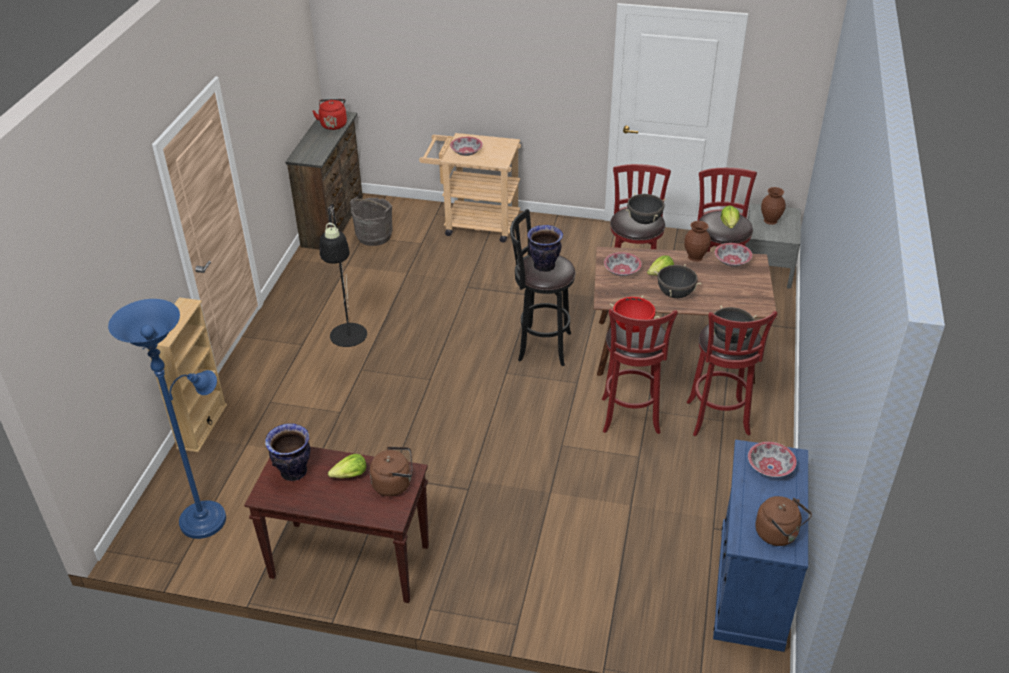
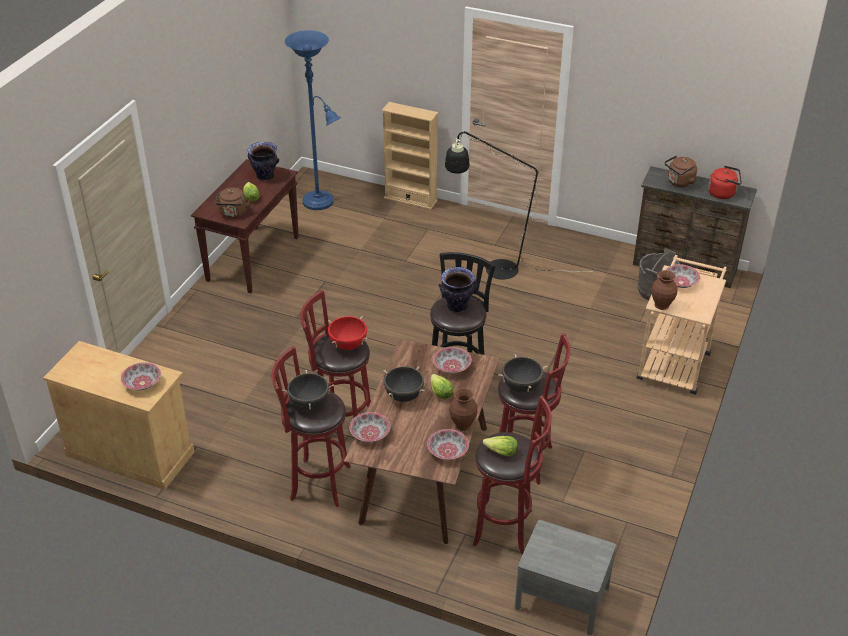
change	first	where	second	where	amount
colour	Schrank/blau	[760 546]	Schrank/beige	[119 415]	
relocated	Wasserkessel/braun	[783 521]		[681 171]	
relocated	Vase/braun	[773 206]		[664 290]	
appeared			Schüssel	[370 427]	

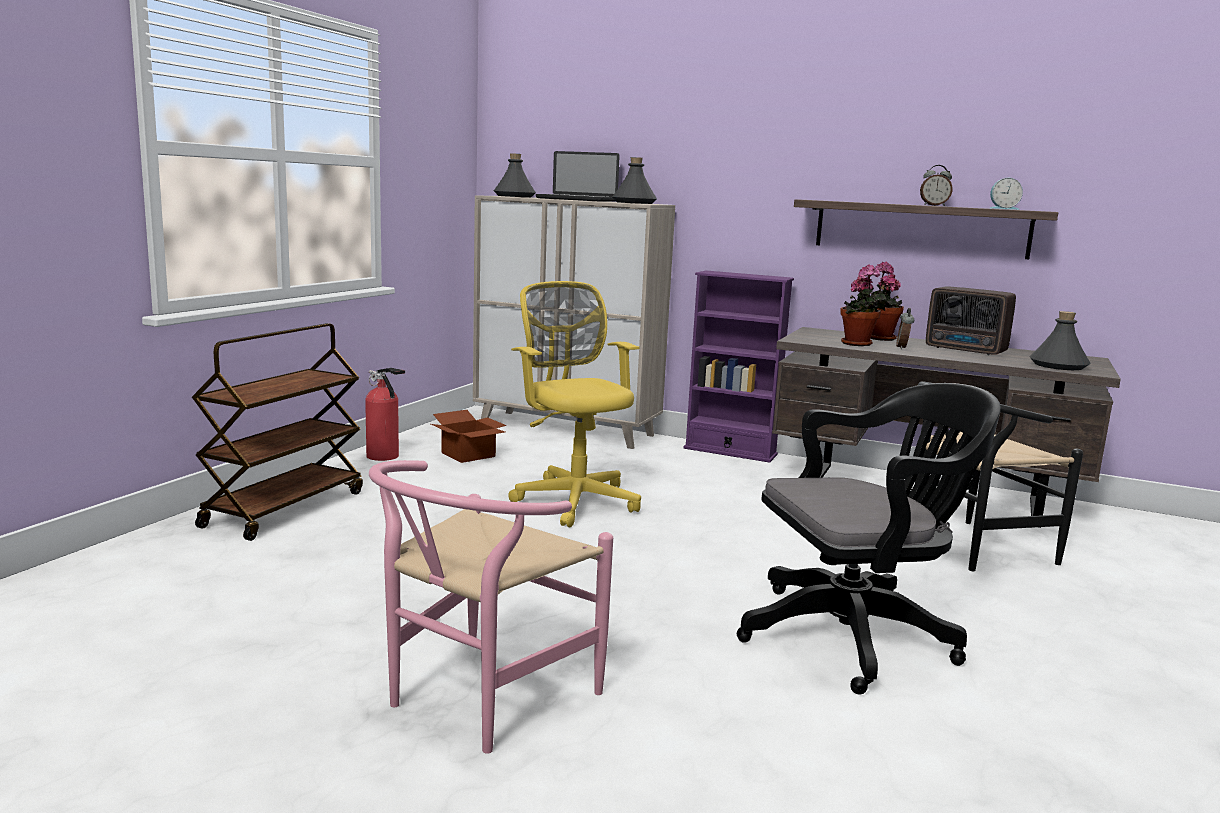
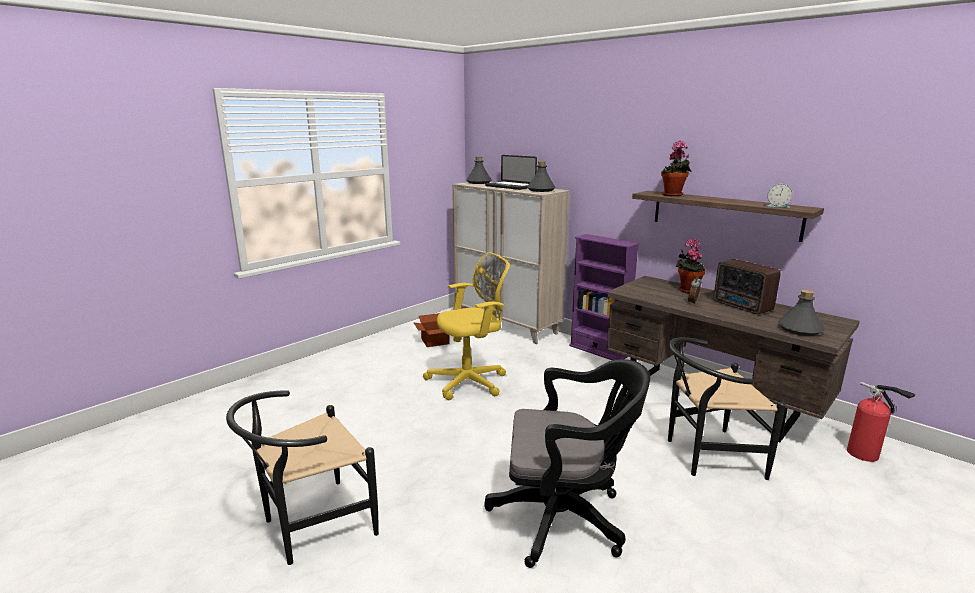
change	first	where	second	where	amount
missing	Rollwagen/braun	[277 432]			
relocated	Feuerlöscher	[385 414]		[881 422]	
colour	Stuhl/rosa	[491 607]	Stuhl/schwarz	[302 477]	
spun	Bürostuhl/gelb	[574 404]		[466 326]	75 degrees clockwise
relocated	Topfpflanze	[863 305]		[676 168]	
missing	Wecker	[936 185]			

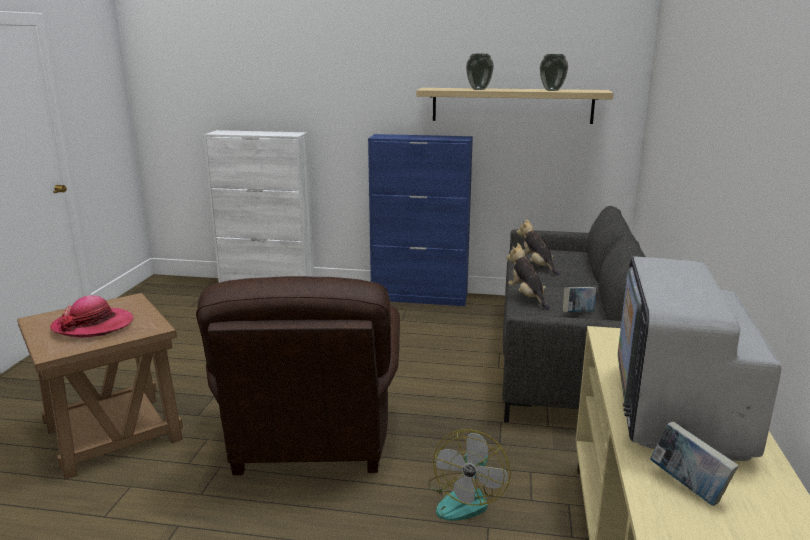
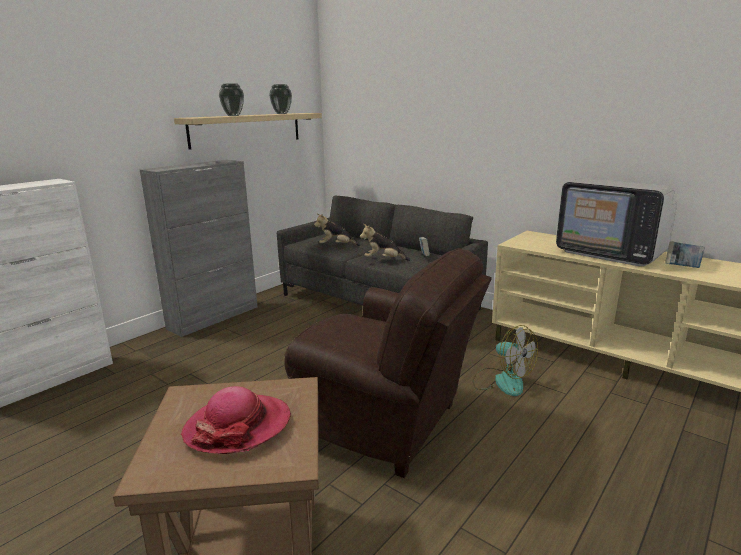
change	first	where	second	where	amount
colour	Schrank/blau	[420 220]	Schrank/grau	[198 248]	

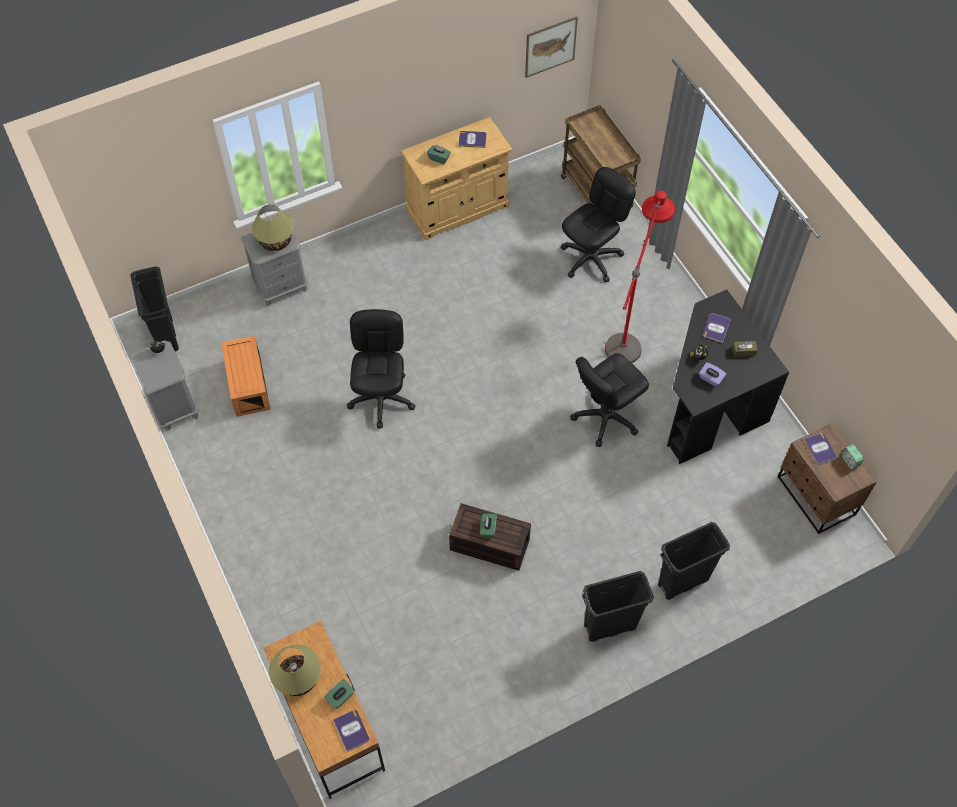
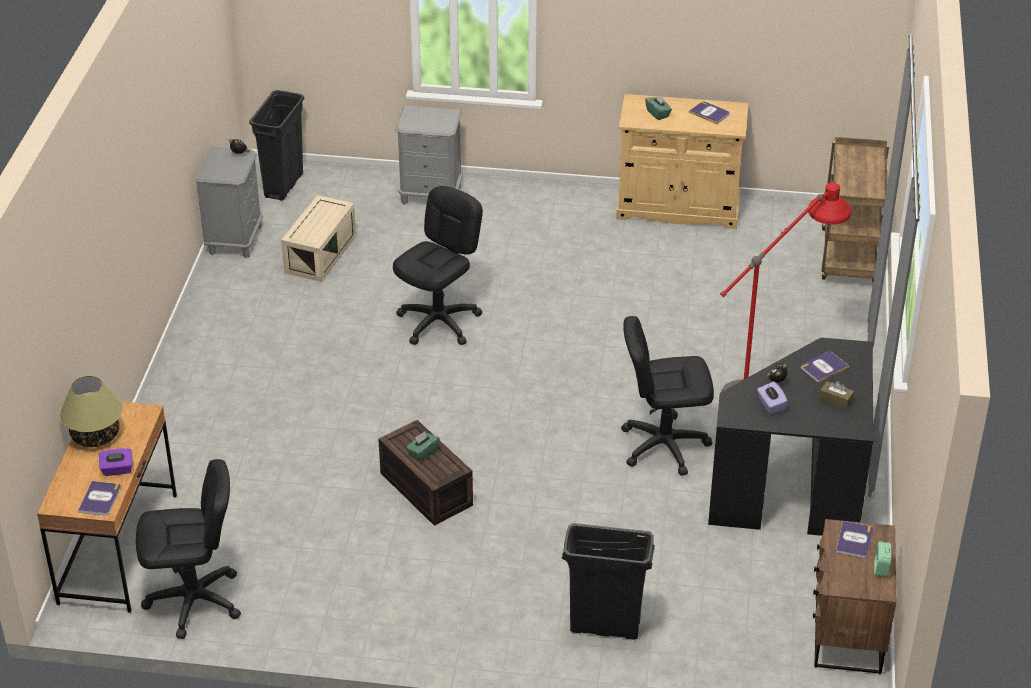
change	first	where	second	where	amount
colour	Aufbewahrungsbox/orange	[246 376]	Aufbewahrungsbox/beige	[318 238]	
missing	Tischlampe	[273 227]			
colour	Taschentuchbox/grün	[339 694]	Taschentuchbox/lila	[115 462]	
missing	Bild	[551 47]			
relocated	Bürostuhl/schwarz	[598 224]		[188 549]	
missing	Mülleimer/schwarz	[618 606]			

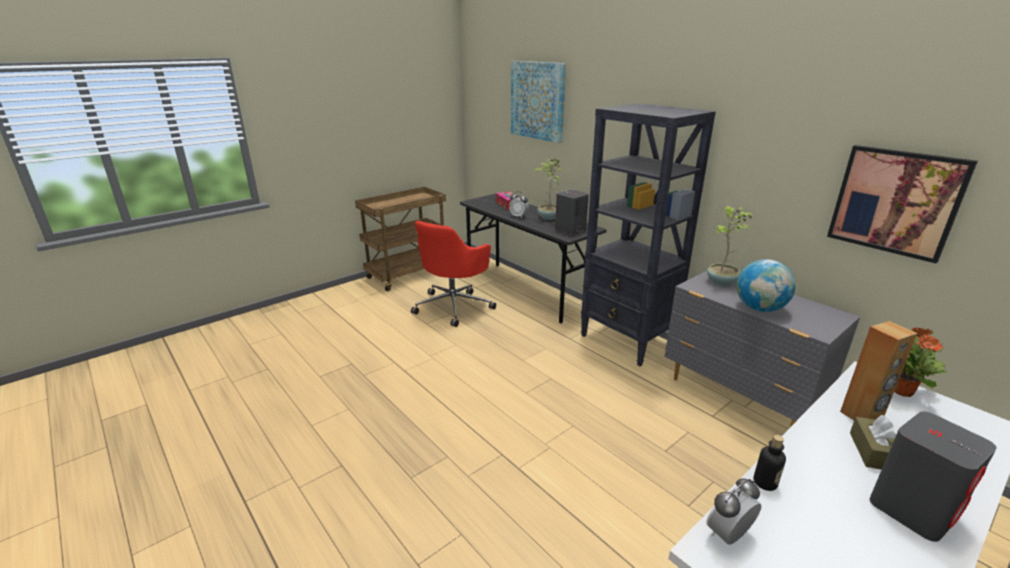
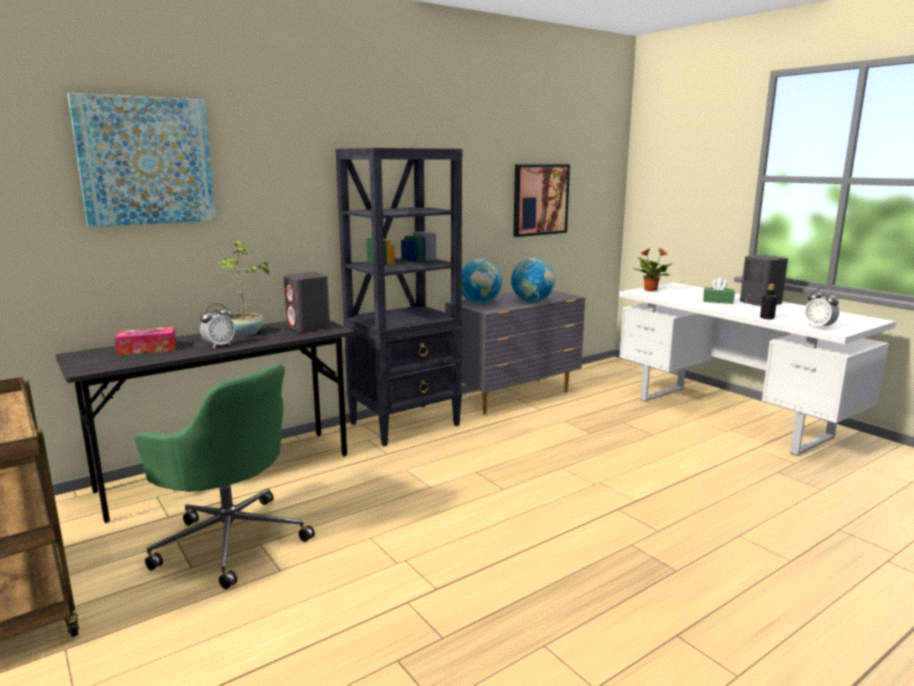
change	first	where	second	where	amount
colour	Bürostuhl/rot	[453 274]	Bürostuhl/grün	[225 476]	
exchanged	Topfpflanze	[730 246]	Globus	[482 281]	
missing	Lautsprecher/braun	[879 370]			
colour	Taschentuchbox/braun	[873 442]	Taschentuchbox/grün	[719 290]	

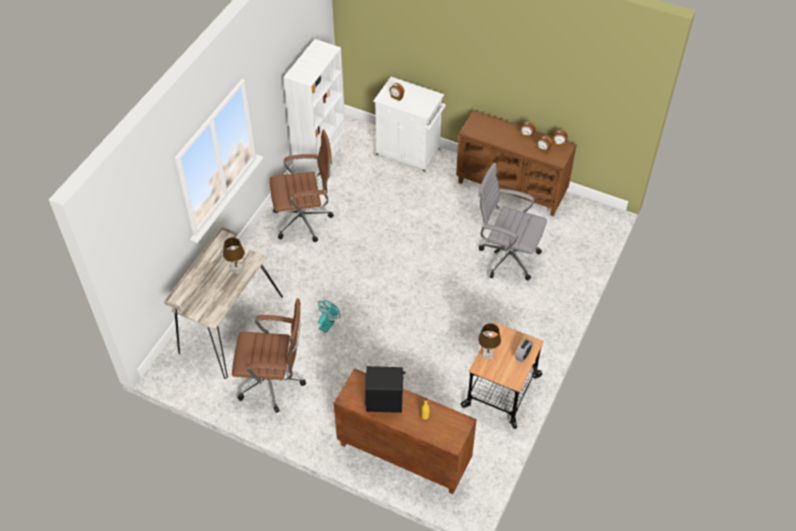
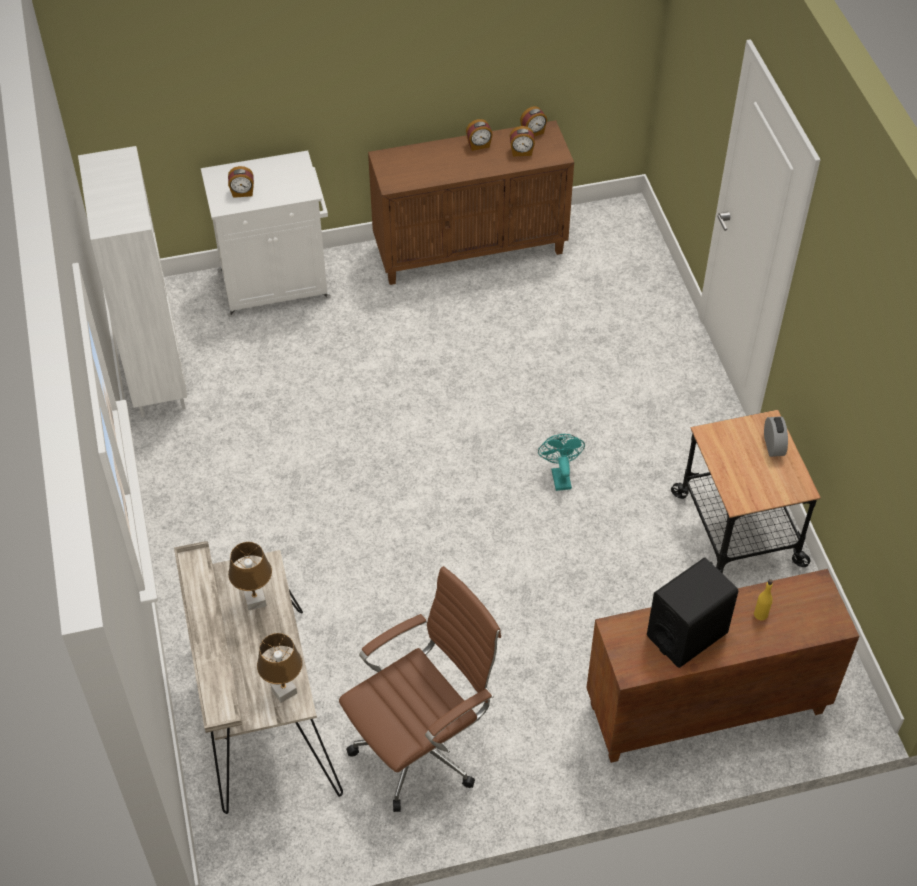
change	first	where	second	where	amount
missing	Bürostuhl/braun	[302 185]			
relocated	Ventilator/türkis	[329 316]		[561 462]	
missing	Bürostuhl/grau	[512 221]			
relocated	Tischlampe/braun	[489 341]		[279 668]	

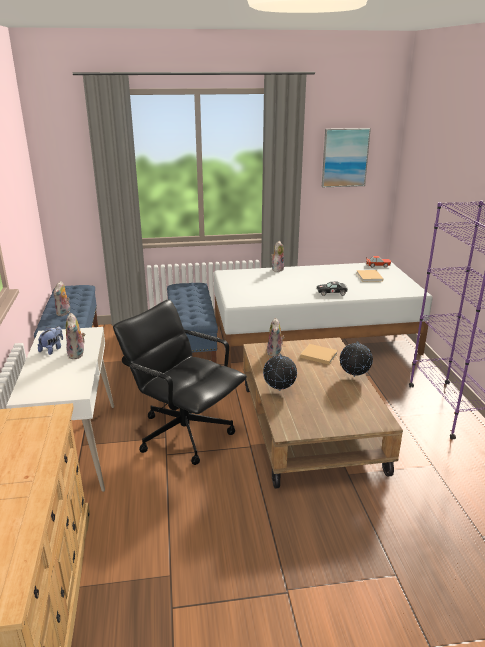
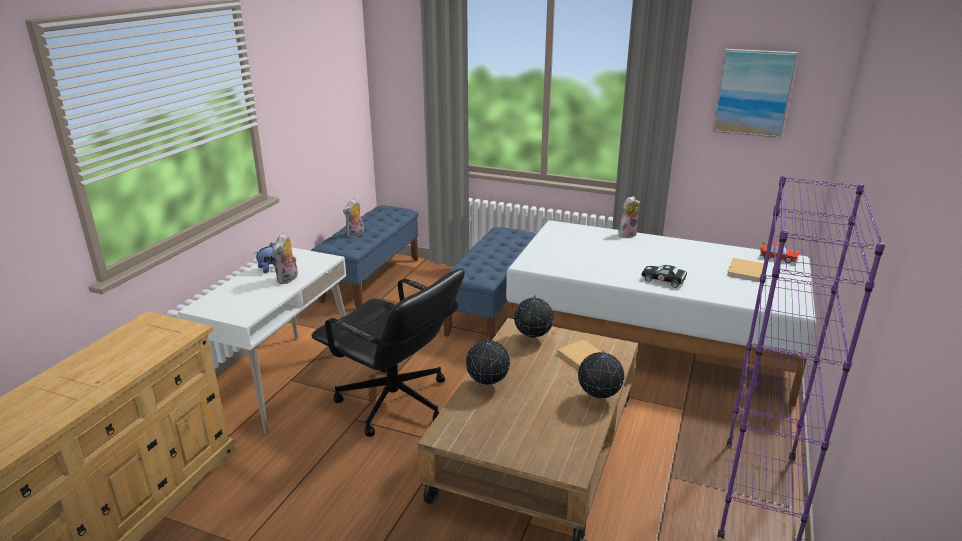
change	first	where	second	where	amount
spun	Bürostuhl/schwarz	[180 382]		[388 353]	150 degrees clockwise
exchanged	Plüschtier	[275 337]	Globus	[534 317]	

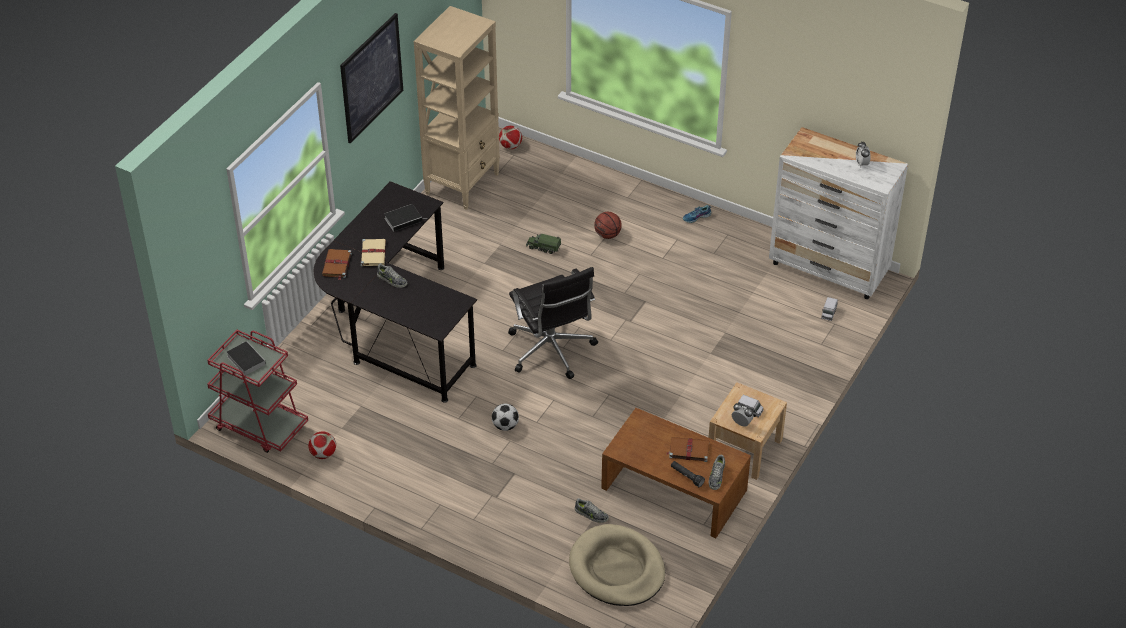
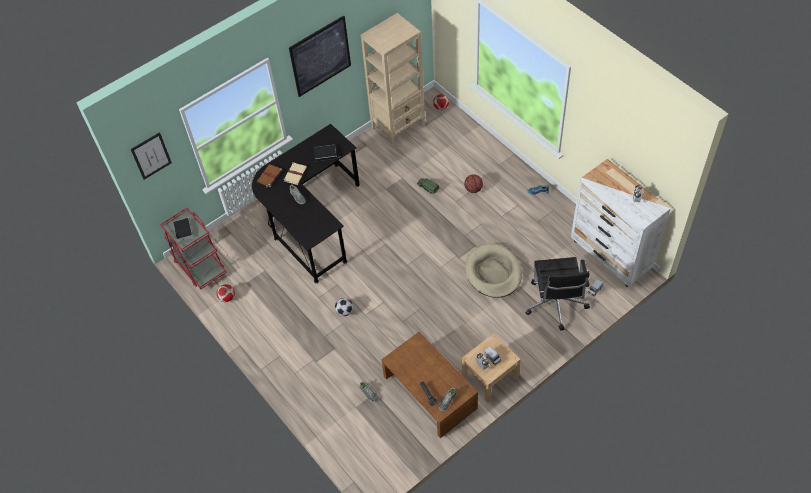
change	first	where	second	where	amount
relocated	Bürostuhl/schwarz	[553 323]		[558 294]	
relocated	Hundebett/beige	[617 565]		[493 271]	
missing	Buch/braun	[687 449]			
appeared			Bild	[151 156]	

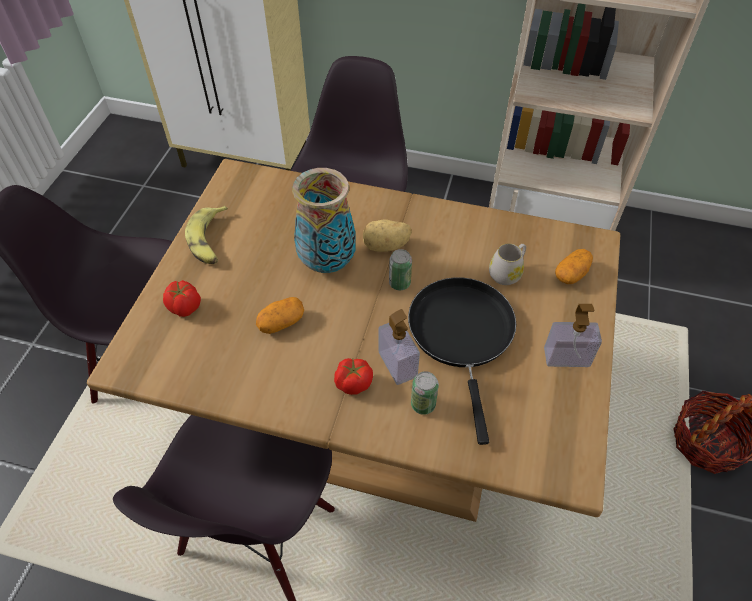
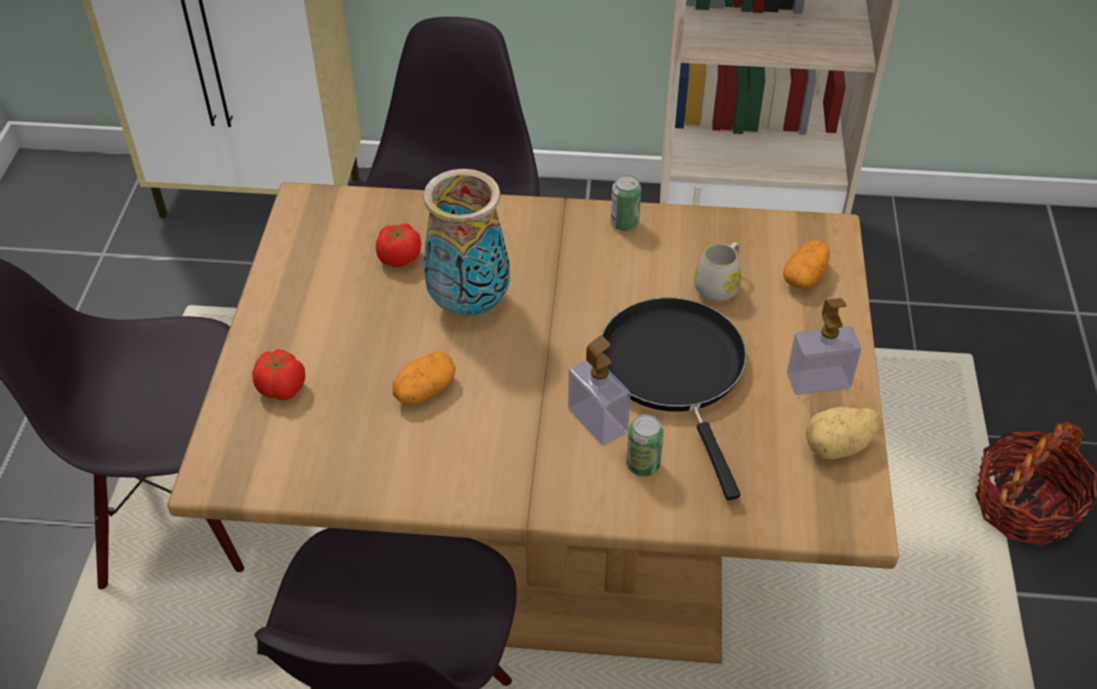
change	first	where	second	where	amount
missing	Banane	[206 235]			
relocated	Tomate	[353 376]		[398 245]	
relocated	Kartoffel	[387 236]		[842 433]	
relocated	Dose	[400 269]		[626 203]	

